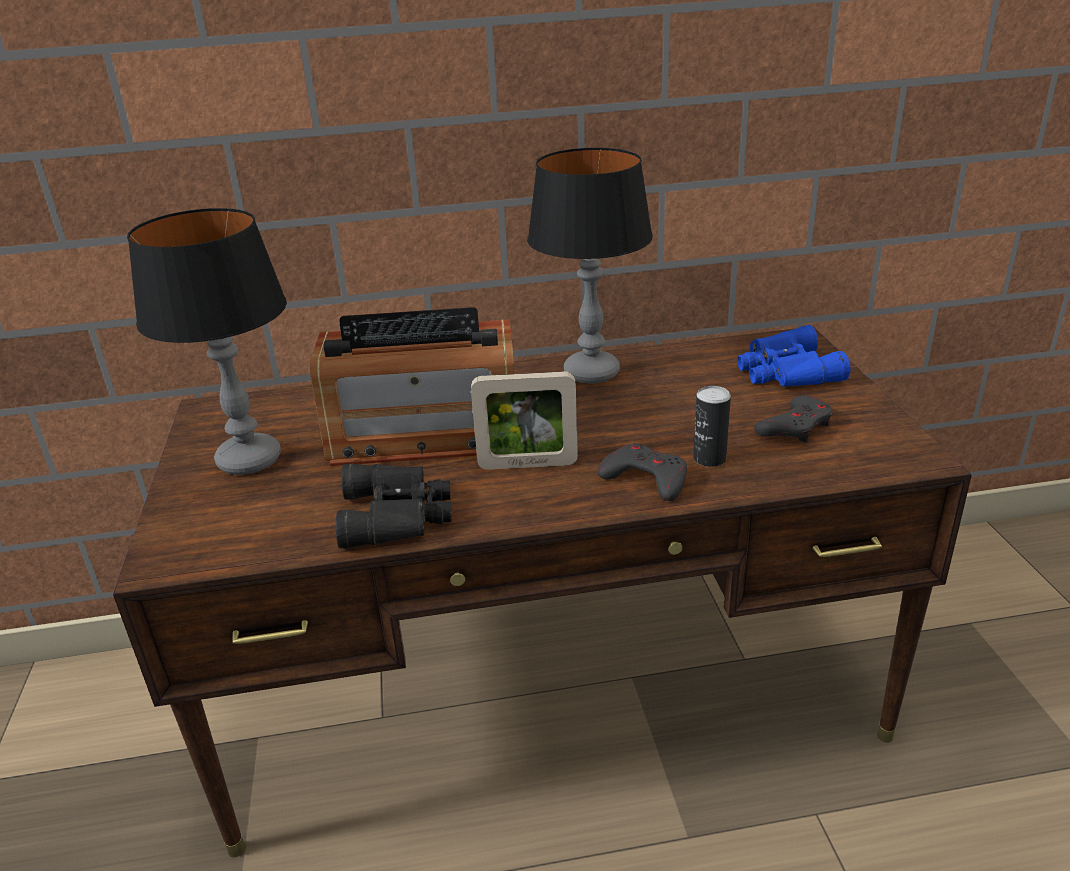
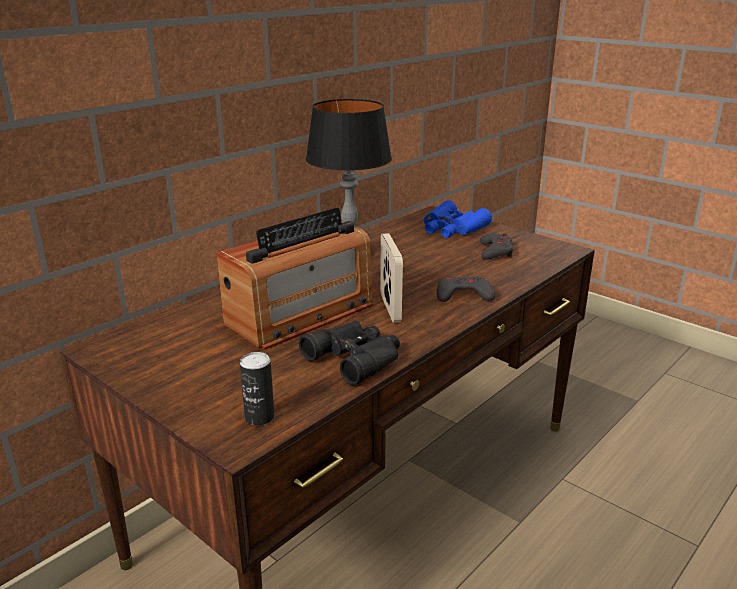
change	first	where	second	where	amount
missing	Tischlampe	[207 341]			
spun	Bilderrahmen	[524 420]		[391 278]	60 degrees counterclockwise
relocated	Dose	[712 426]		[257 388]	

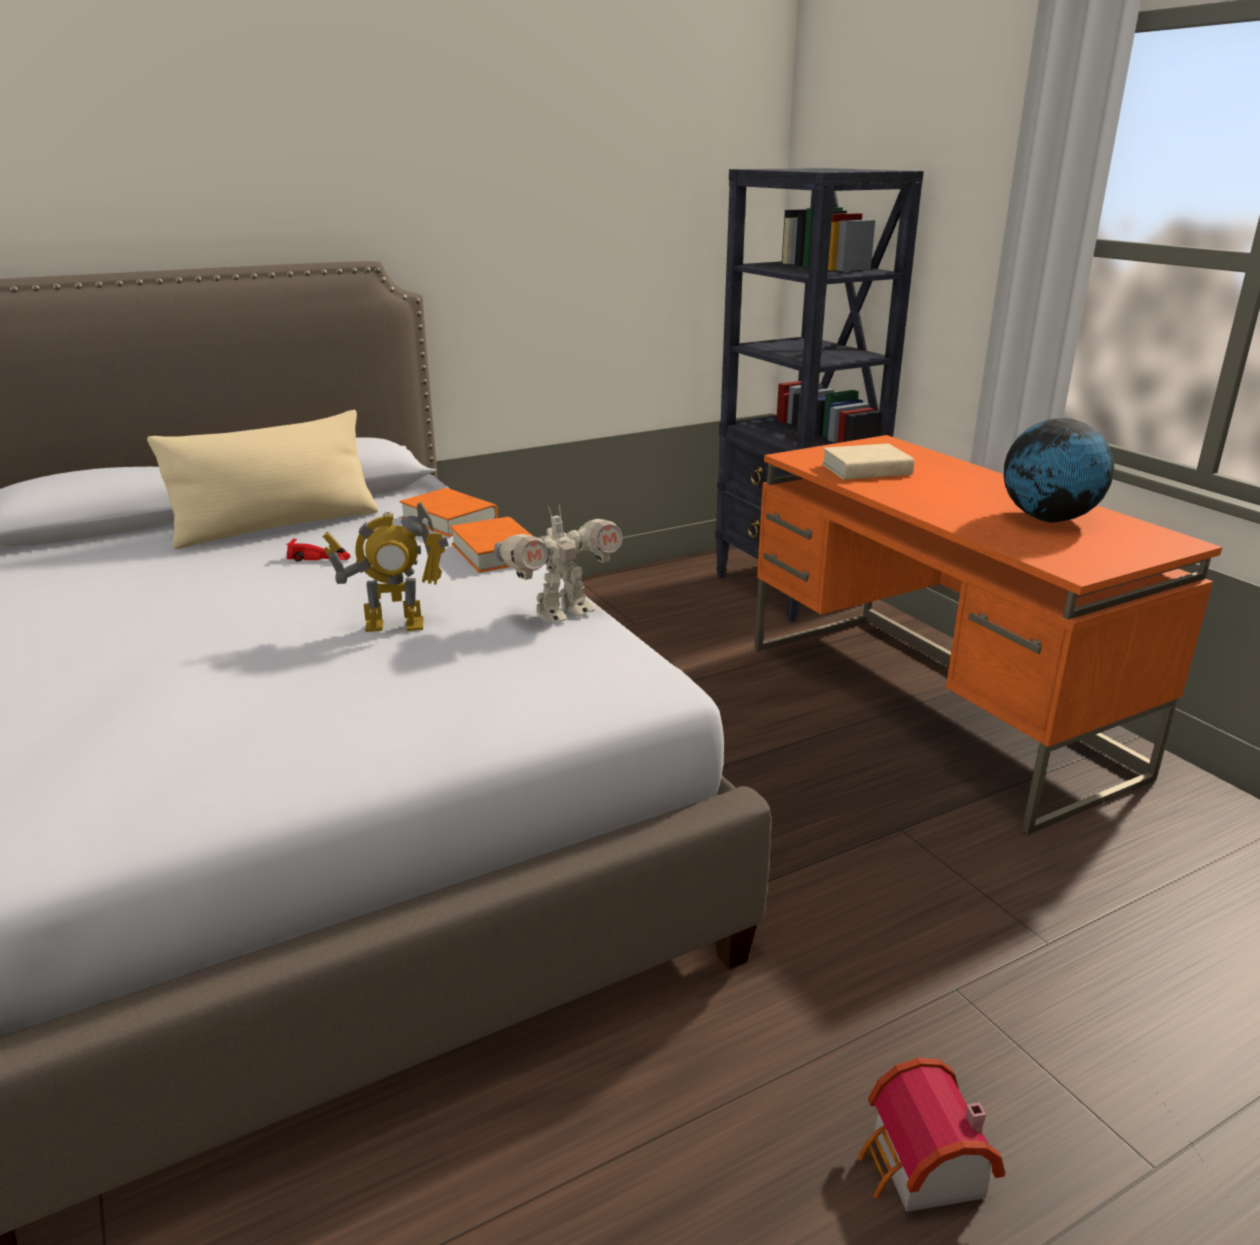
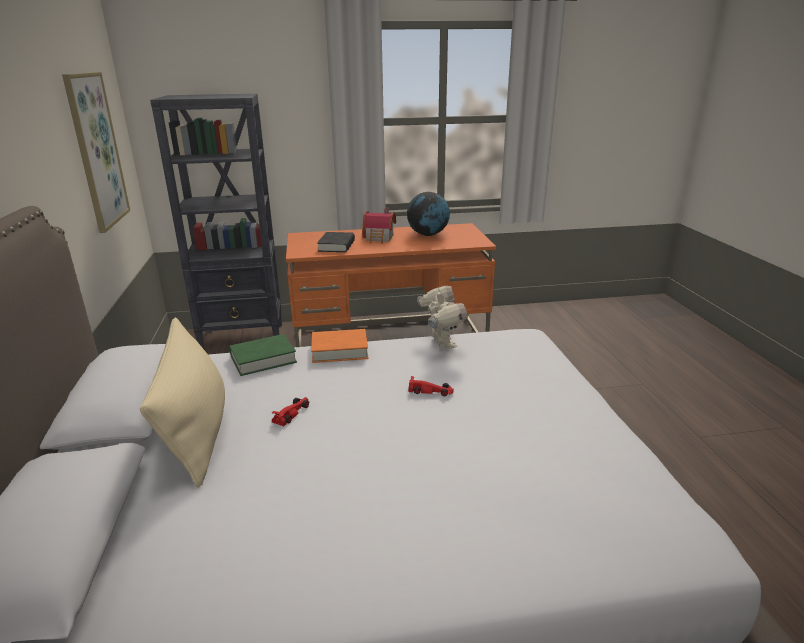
change	first	where	second	where	amount
exchanged	Spielzeugroboter	[385 566]	Spielzeugauto/rot	[431 386]	
colour	Buch/orange	[449 512]	Buch/grün	[263 355]	
colour	Buch/beige	[868 461]	Buch/schwarz	[336 242]	
relocated	Spielzeughaus	[931 1135]		[379 226]	
appeared			Bild	[96 152]	

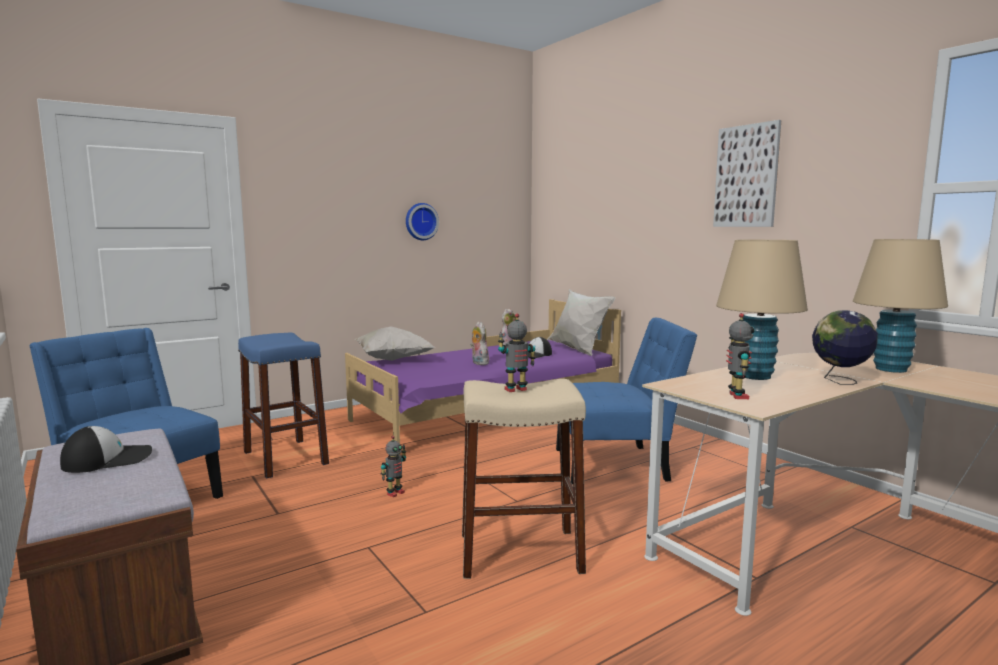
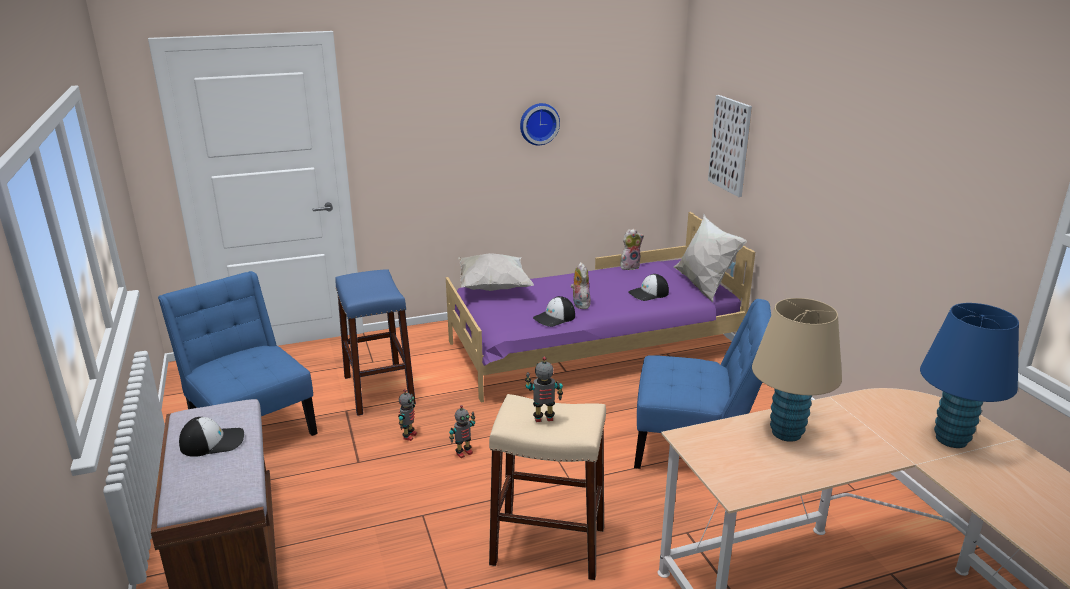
change	first	where	second	where	amount
relocated	Bild	[747 173]		[730 146]	
relocated	Spielzeugroboter	[740 356]		[407 415]	
missing	Globus	[845 347]			
colour	Tischlampe/beige	[900 306]	Tischlampe/blau	[969 375]	
appeared			Kappe	[554 311]	

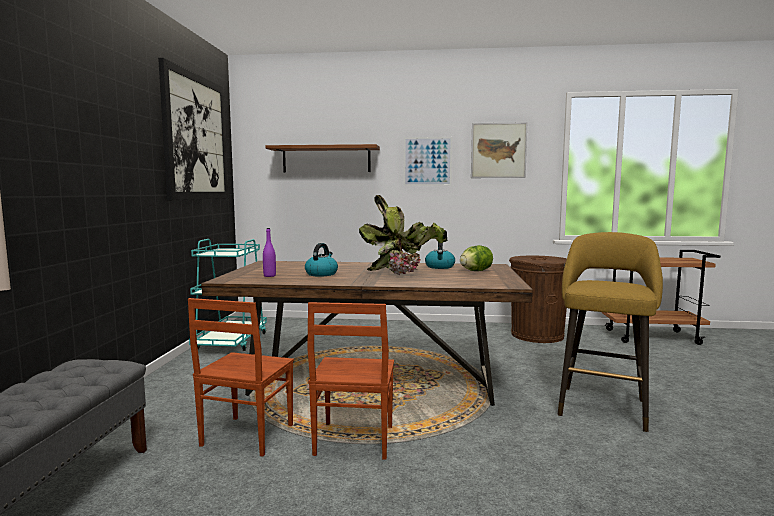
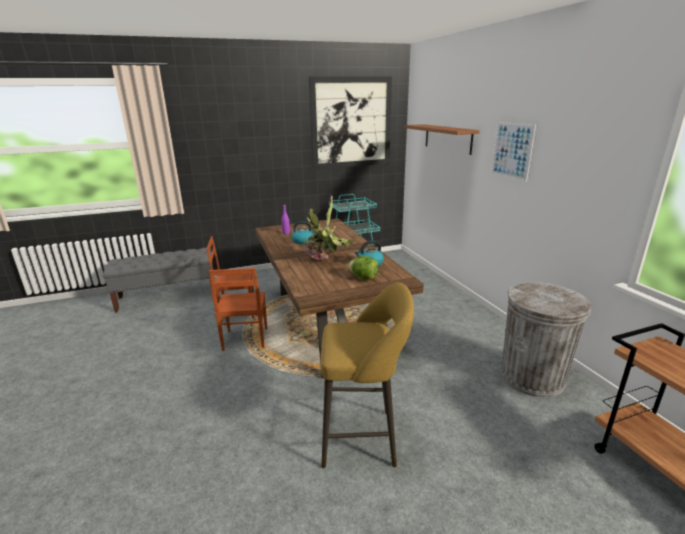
change	first	where	second	where	amount
spun	Stuhl/braun	[350 381]		[238 309]	75 degrees counterclockwise
missing	Bild	[499 150]			
colour	Mülleimer/braun	[538 299]	Mülleimer/grau	[546 340]	

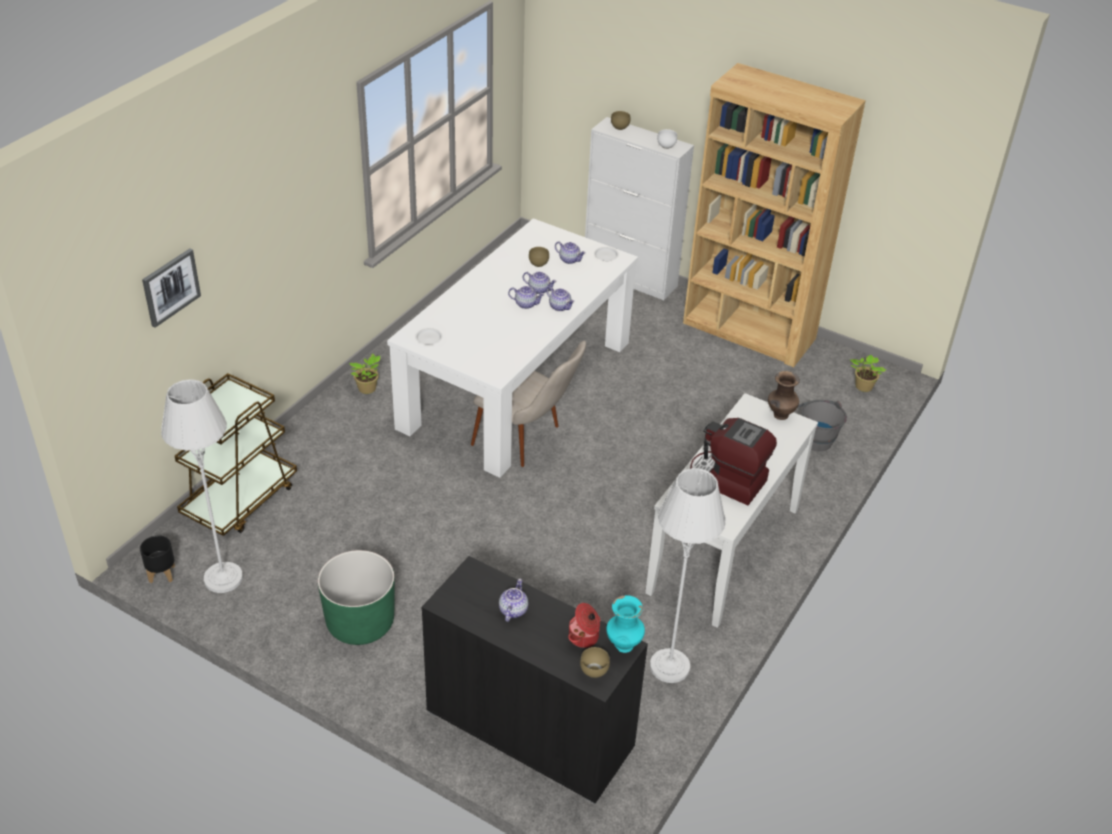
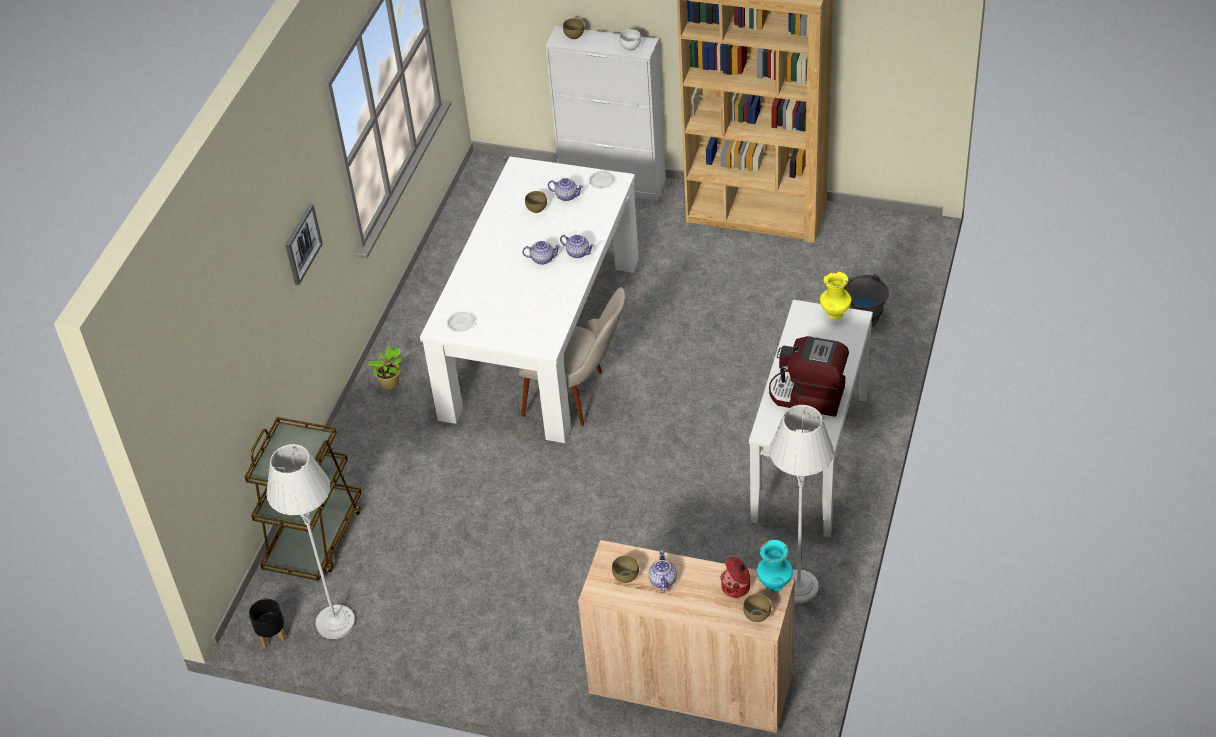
change	first	where	second	where	amount
relocated	Bild	[171 288]		[304 244]	
missing	Pflanzkübel/grün	[356 597]			
colour	Schrank/schwarz	[534 680]	Schrank/beige	[686 637]	
missing	Teekanne	[540 283]			
colour	Vase/braun	[784 395]	Vase/gelb	[835 295]	
missing	Topfpflanze	[868 373]			
appeared			Schüssel/braun	[625 569]	

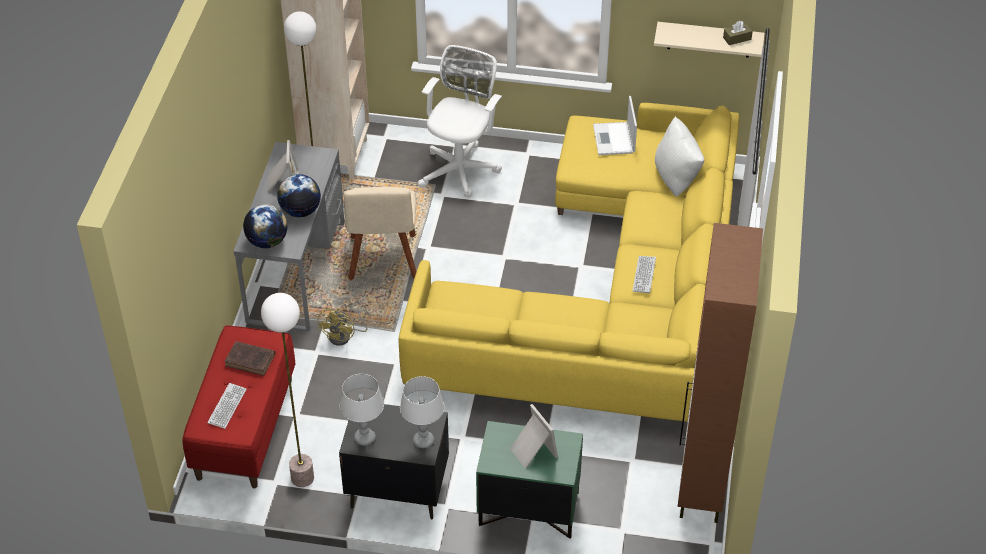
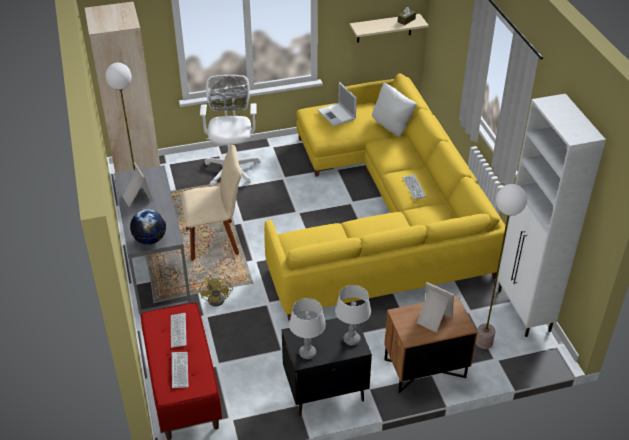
change	first	where	second	where	amount
exchanged	Buch/braun	[249 358]	Tastatur	[179 330]	
relocated	Stehlampe	[287 390]		[501 266]	
missing	Globus	[299 195]			
spun	Stuhl/beige	[380 233]		[211 203]	75 degrees counterclockwise
colour	Nachttisch/grün	[529 480]	Nachttisch/braun	[430 344]	
colour	Schrank/braun	[720 373]	Schrank/weiß	[551 215]	

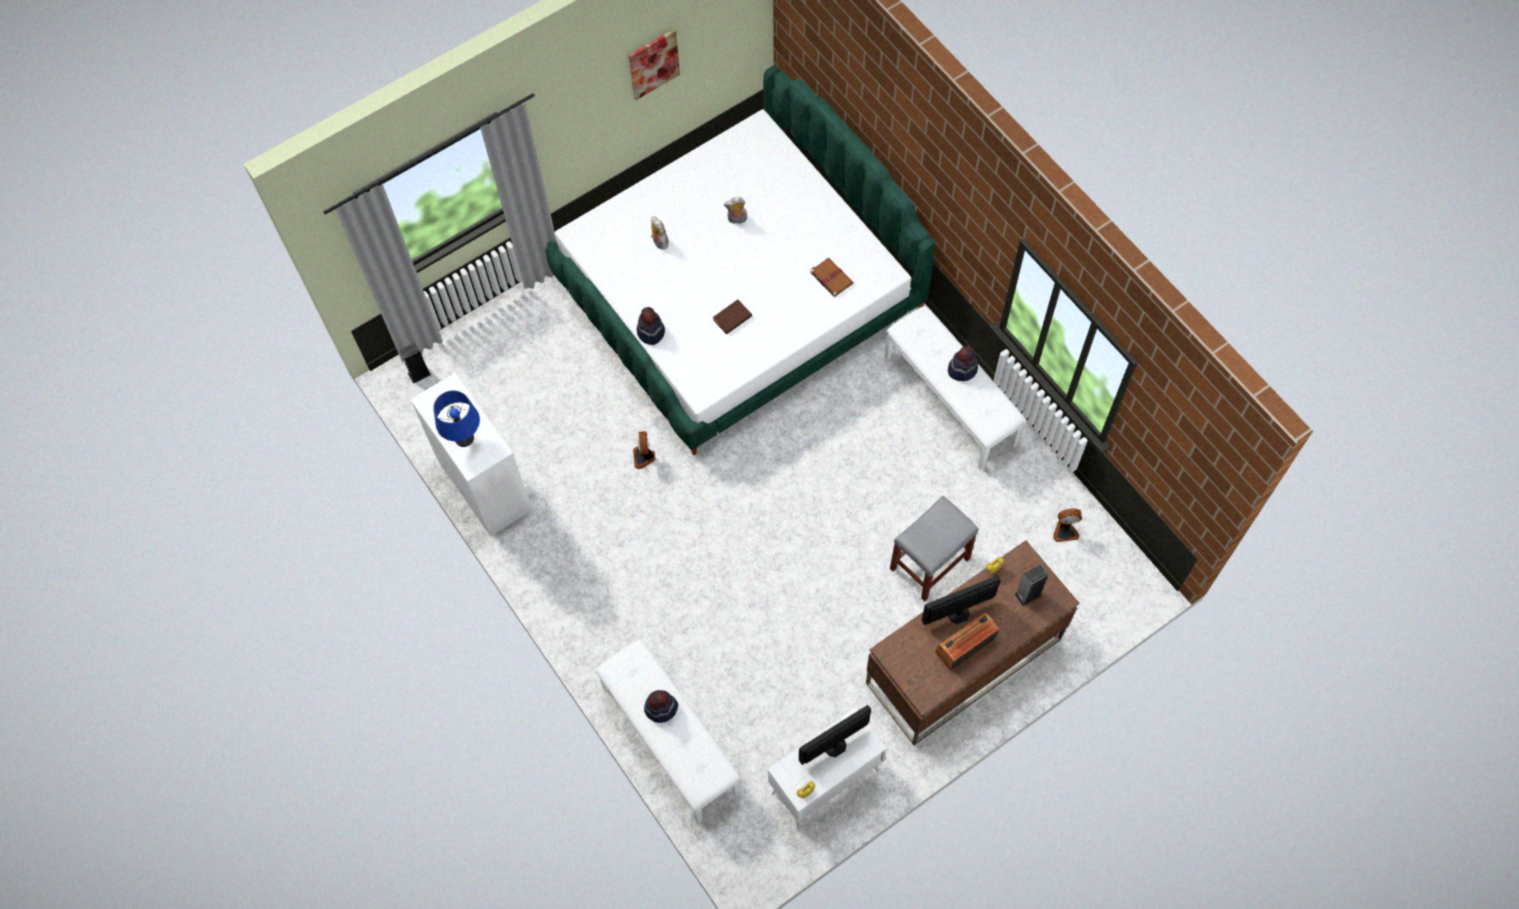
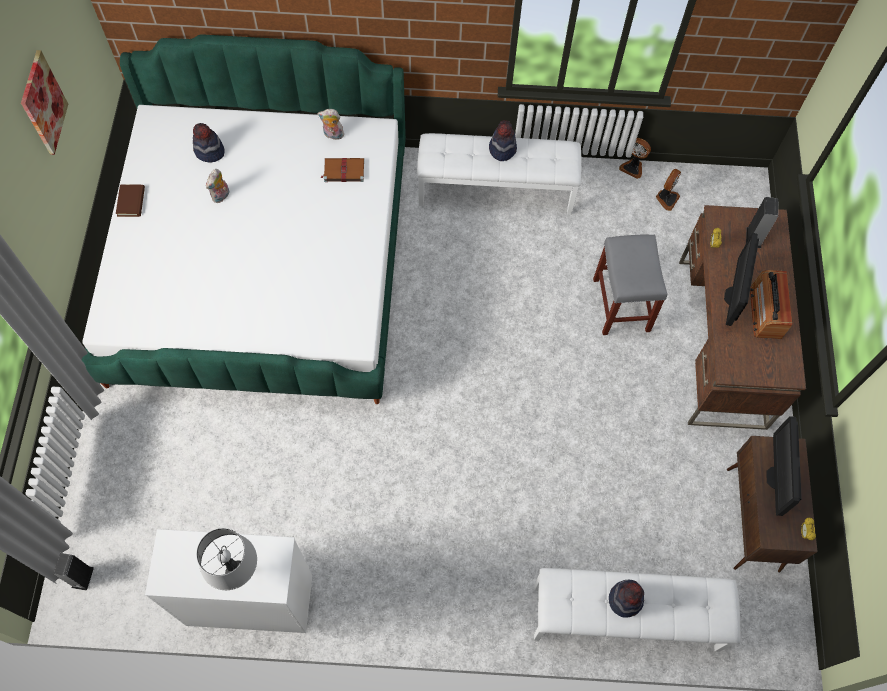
change	first	where	second	where	amount
colour	Tischlampe/blau	[456 419]	Tischlampe/grau	[226 559]	
relocated	Ventilator	[644 450]		[635 158]	
relocated	Hut	[651 326]		[209 143]	
relocated	Plüschtier	[660 233]		[330 124]	
relocated	Buch/braun	[732 317]		[130 201]	
colour	Schrank/weiß	[827 768]	Schrank/braun	[772 504]	

